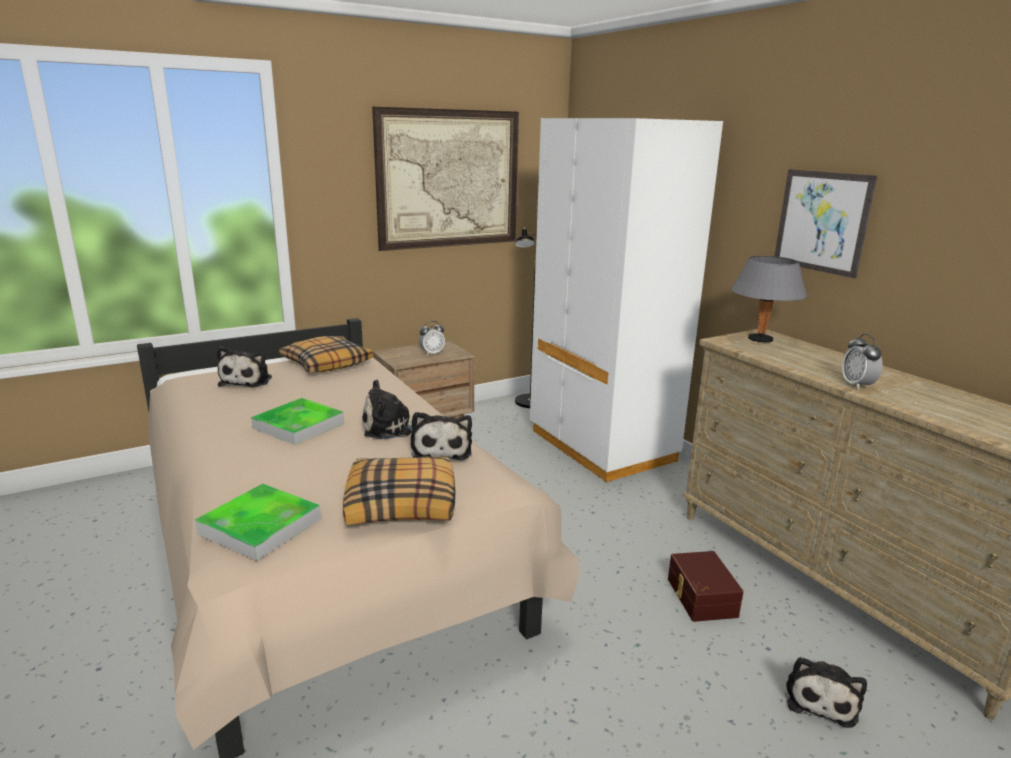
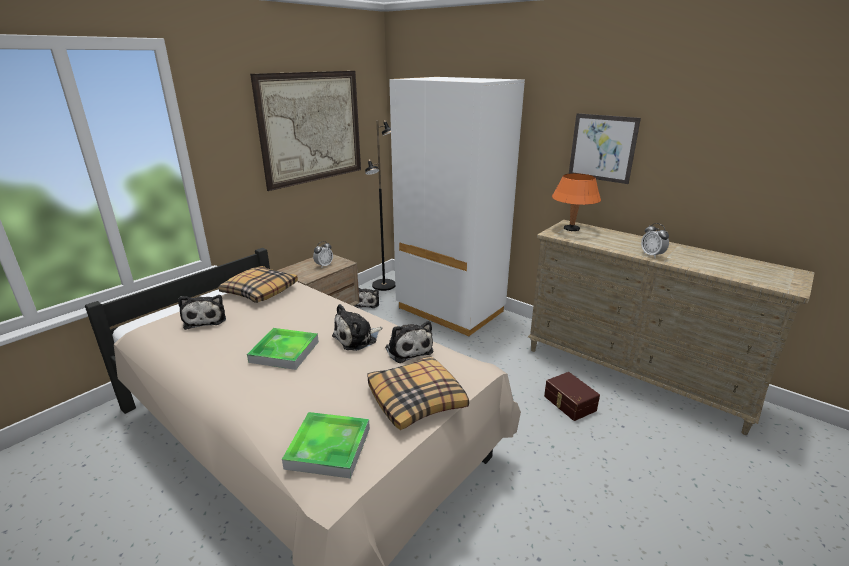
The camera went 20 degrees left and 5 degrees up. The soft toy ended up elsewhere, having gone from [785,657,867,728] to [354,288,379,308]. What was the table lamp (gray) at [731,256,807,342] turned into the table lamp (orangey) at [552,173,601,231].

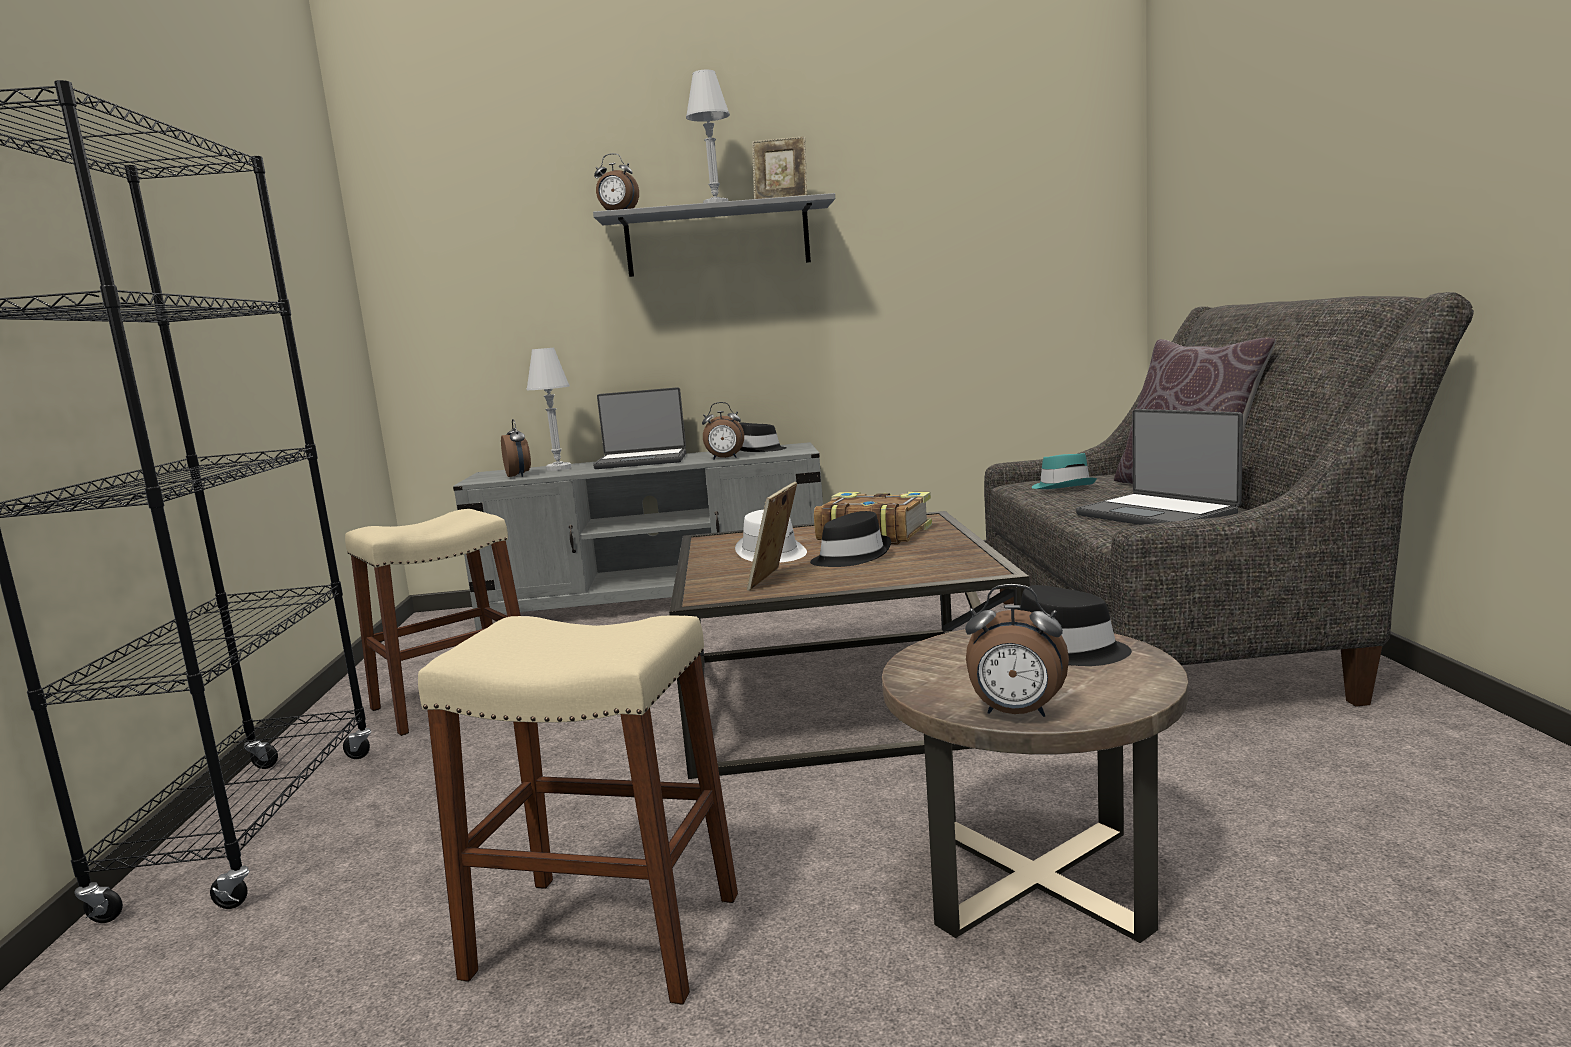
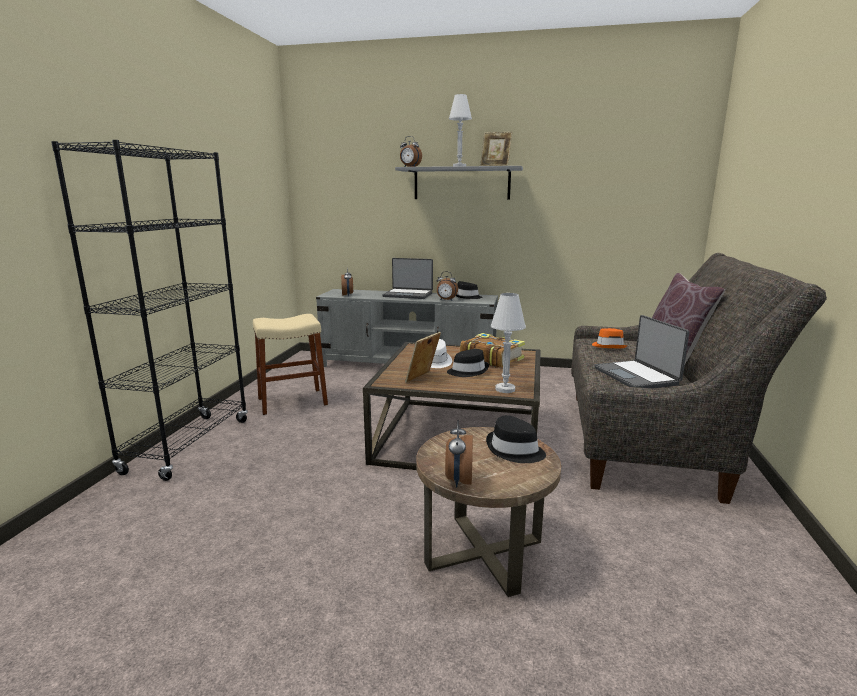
The camera went 15 degrees right and 5 degrees up. The alarm clock at [965,584,1069,717] ended up facing another way, 60 degrees clockwise from before. The table lamp (white-coloured) ended up elsewhere, having gone from [526,348,571,471] to [491,293,526,393]. What was the hat (turquoise) at [1032,453,1097,489] turned into the hat (orangey) at [592,328,628,348]. The second view lost the stool (beige-coloured) at [418,615,738,1005].

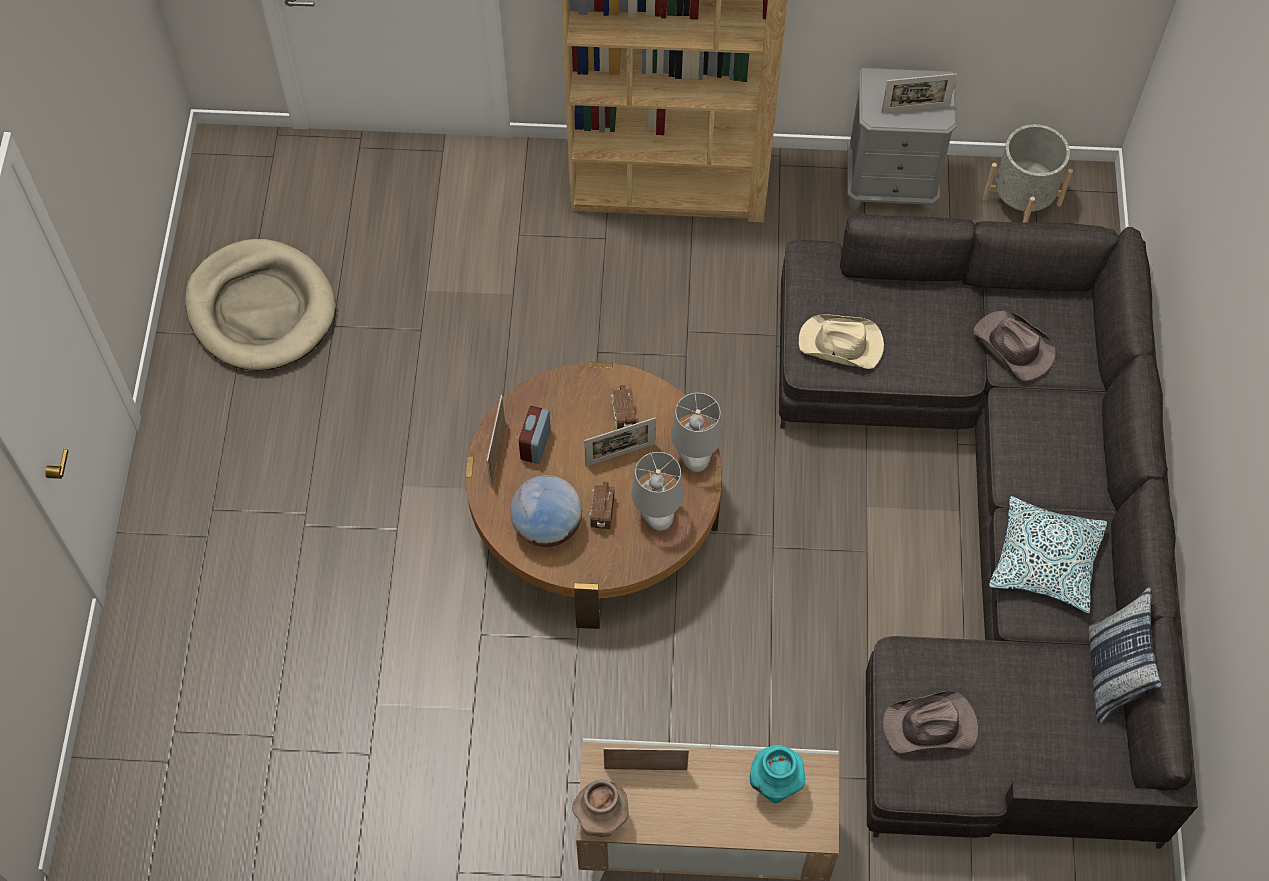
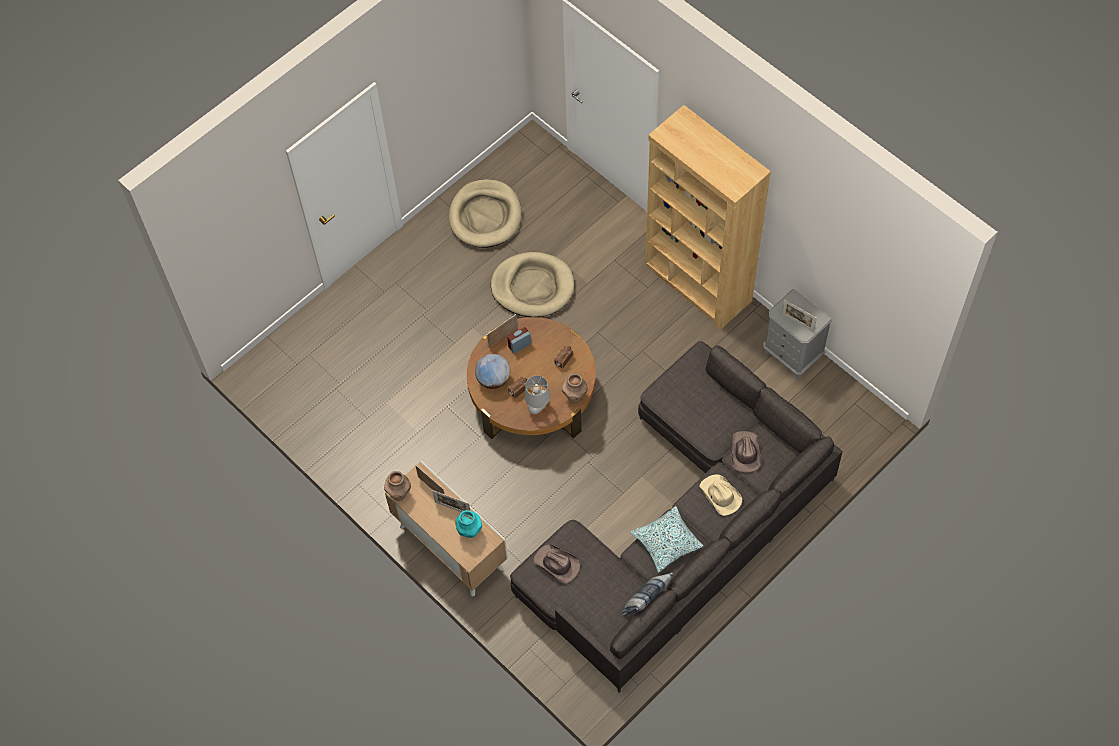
The camera went 45 degrees right and 0 degrees up. The photo frame ended up elsewhere, having gone from [584,418,656,466] to [432,490,470,512]. The second view gained the dog cushion (beige-coloured) at [491,252,574,317]. Where the table lamp (gray) stood at [671,393,722,472], the flower vase (brownish) came to stand at [562,374,588,403]. The hat (beige-coloured) ended up elsewhere, having gone from [799,314,884,369] to [699,475,742,516]. The second view lost the planter (gray) at [983,124,1073,222].

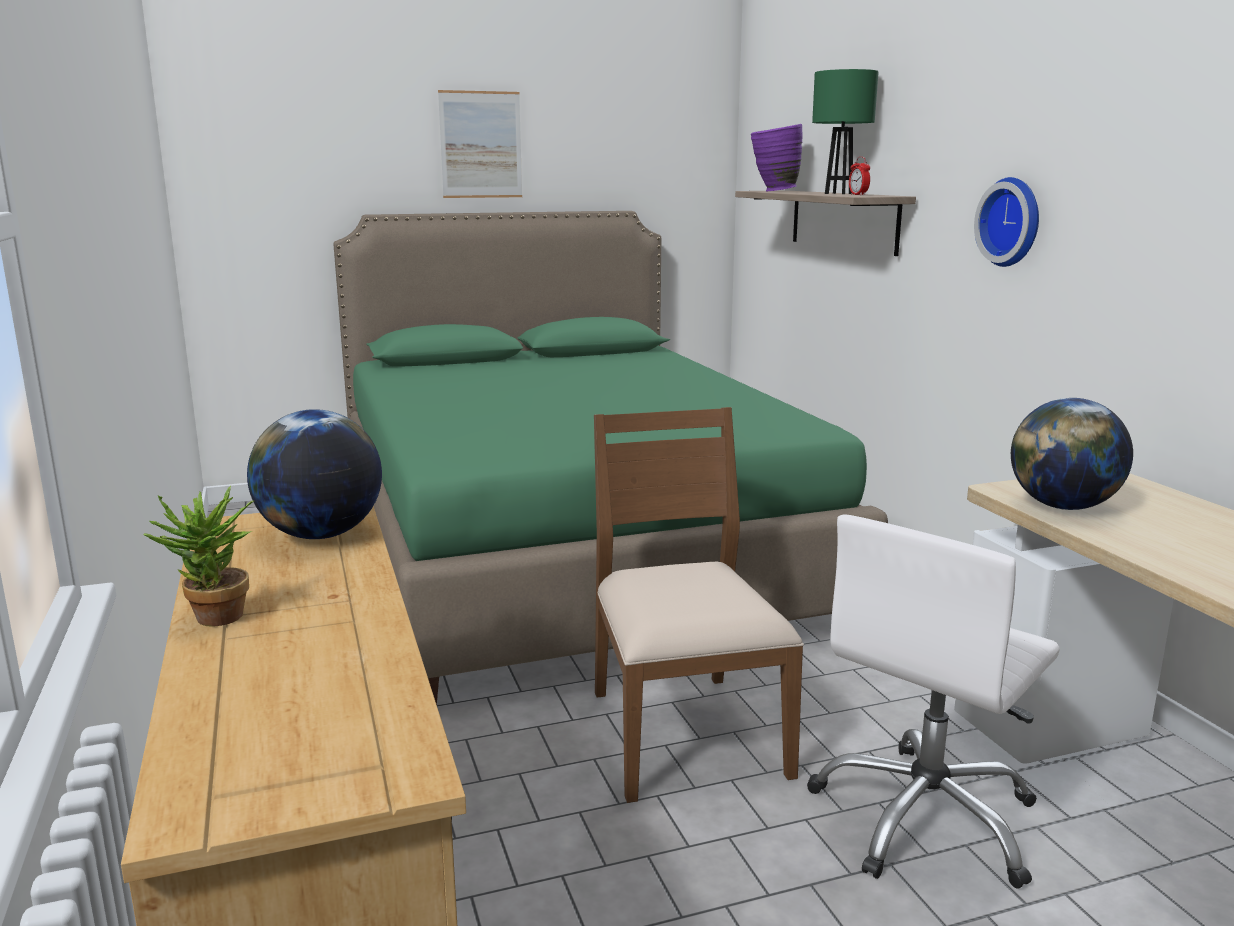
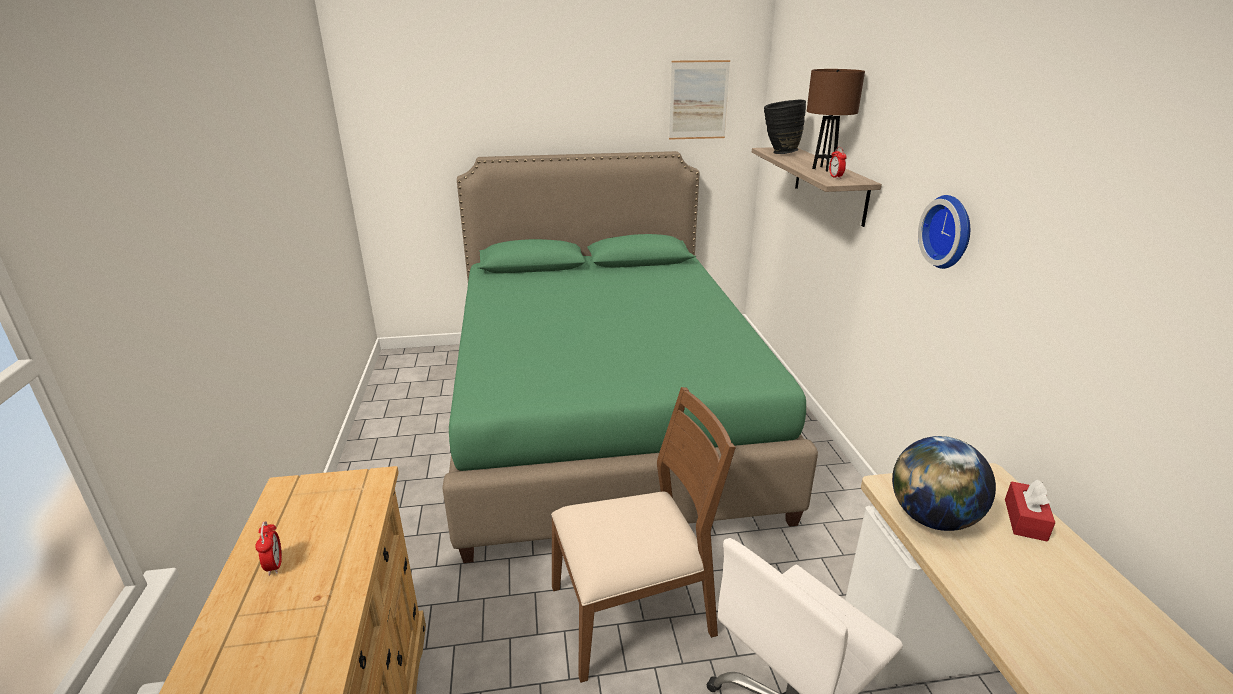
The camera went 10 degrees right and 10 degrees up. The second view gained the alarm clock at [255,521,282,576]. The plain chair (brownish) at [594,407,804,803] ended up facing another way, 75 degrees clockwise from before. The picture ended up elsewhere, having gone from [438,90,522,198] to [669,60,730,140]. What was the flower vase (purplish) at [751,124,803,191] turned into the flower vase (black-coloured) at [764,99,806,154]. What was the table lamp (green-coloured) at [812,69,879,194] turned into the table lamp (brownish) at [807,69,865,171]. The second view gained the tissue box (reddish) at [1005,479,1055,542]. The second view lost the houseplant at [143,486,254,627]. The second view lost the world globe at [247,409,382,539].

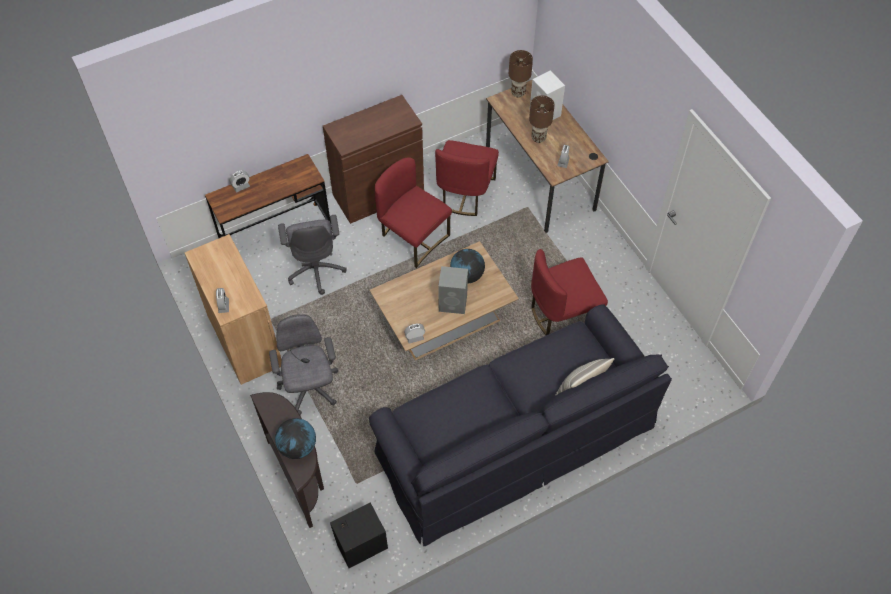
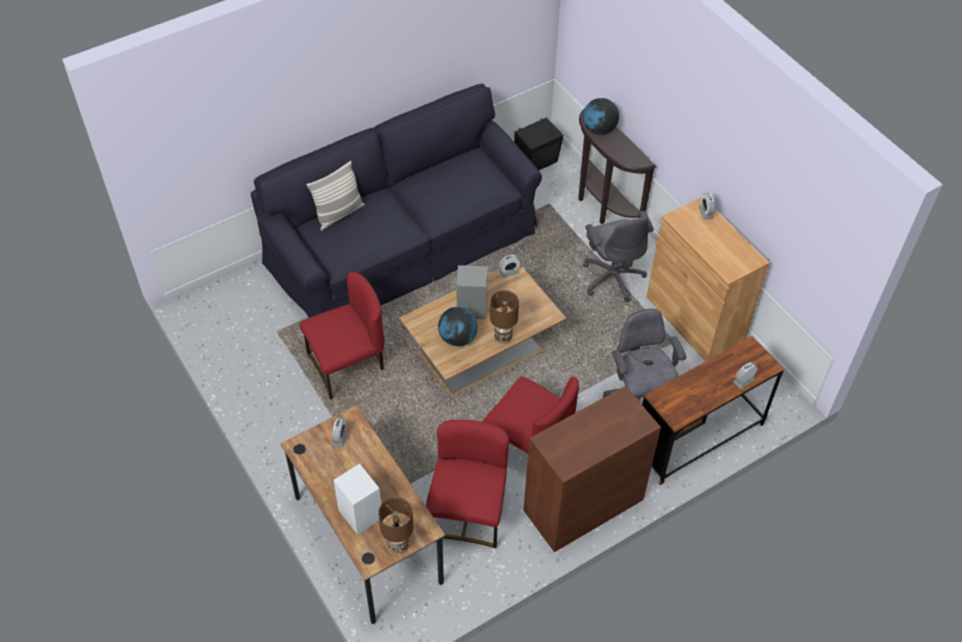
The camera went 175 degrees right and 5 degrees down. The table lamp (brownish) ended up elsewhere, having gone from [529,95,555,143] to [490,290,519,344].

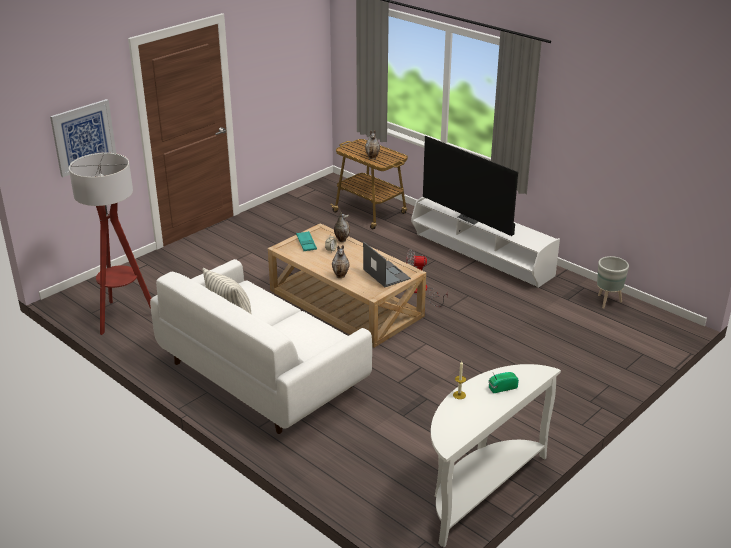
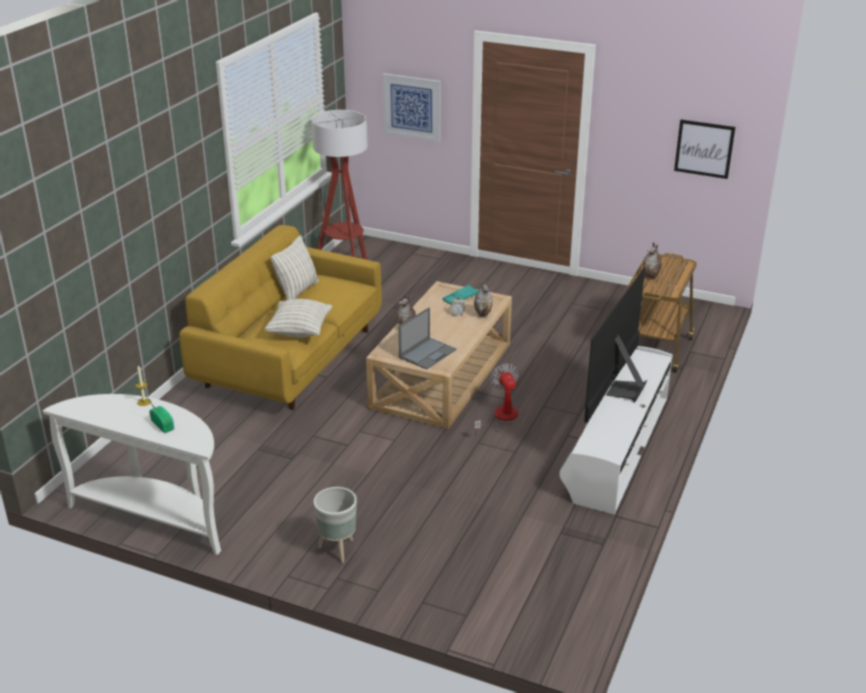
The camera went 70 degrees right and 0 degrees up. What was the sofa (white-coloured) at [150,259,372,434] turned into the sofa (yellow-coloured) at [179,225,382,410]. The second view gained the pillow at [264,299,332,337]. The planter (gray) ended up elsewhere, having gone from [597,256,629,308] to [313,487,357,563]. The second view gained the picture at [674,120,735,179].

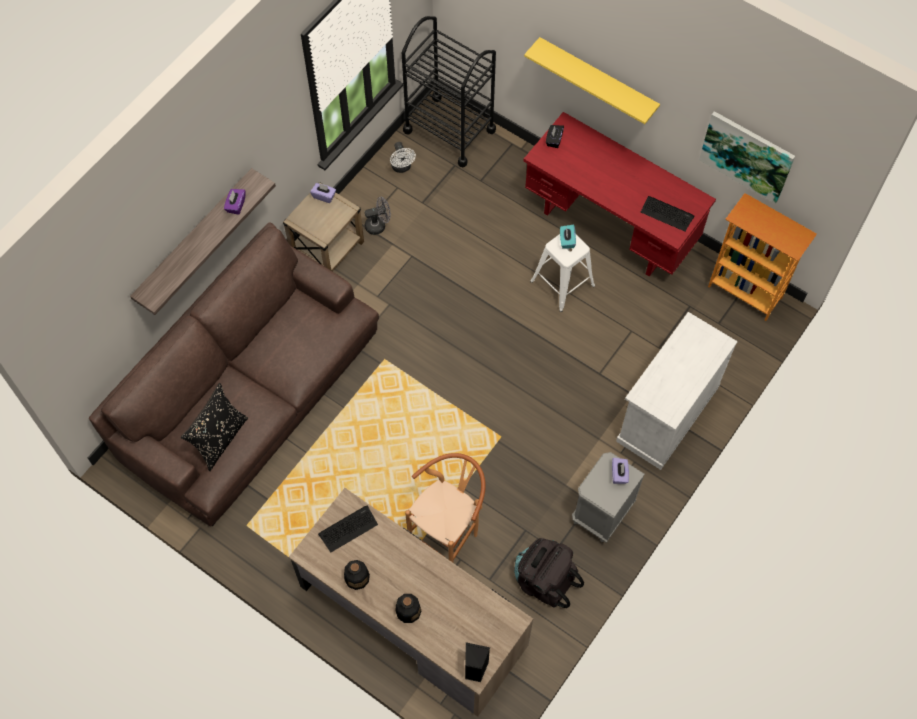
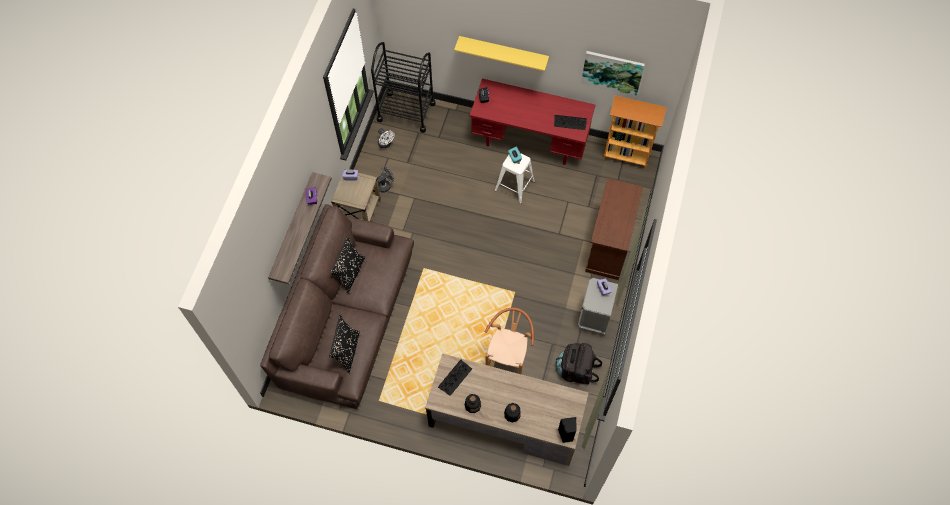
The camera went 20 degrees left and 0 degrees up. The second view gained the pillow (black-coloured) at [330,236,365,293]. What was the cupboard (white-coloured) at [616,312,738,470] turned into the cupboard (brownish) at [585,178,643,280].

